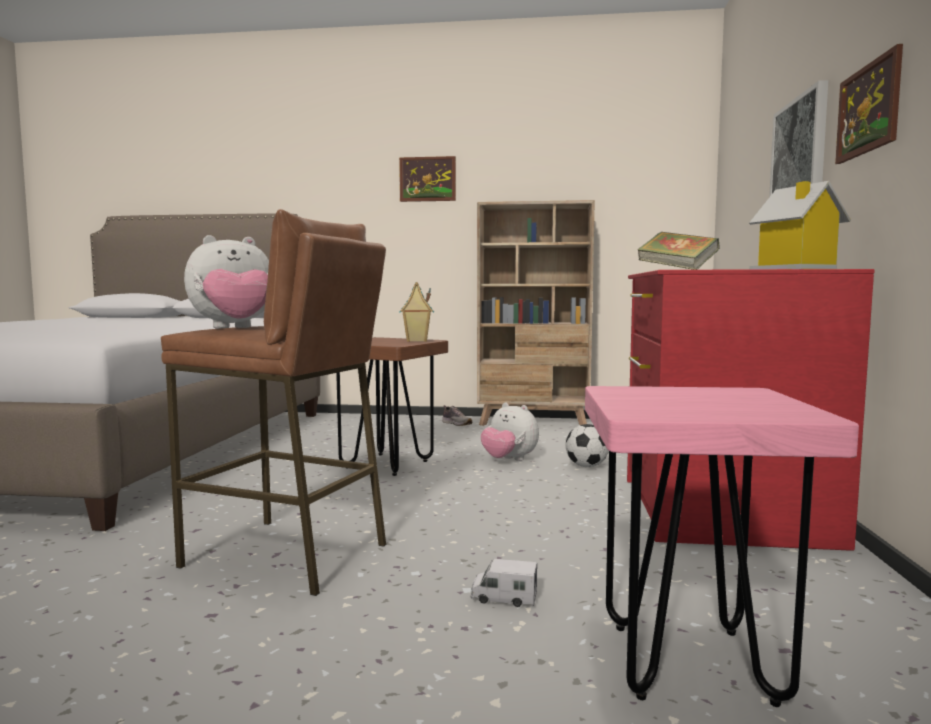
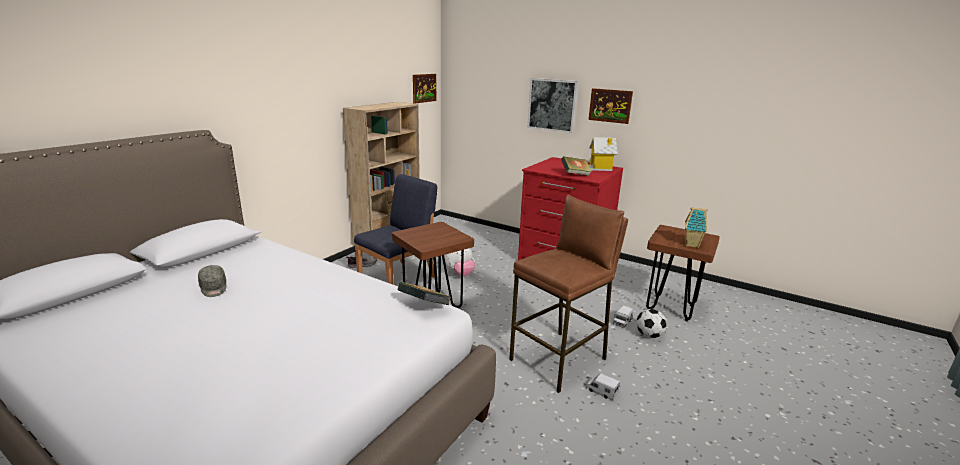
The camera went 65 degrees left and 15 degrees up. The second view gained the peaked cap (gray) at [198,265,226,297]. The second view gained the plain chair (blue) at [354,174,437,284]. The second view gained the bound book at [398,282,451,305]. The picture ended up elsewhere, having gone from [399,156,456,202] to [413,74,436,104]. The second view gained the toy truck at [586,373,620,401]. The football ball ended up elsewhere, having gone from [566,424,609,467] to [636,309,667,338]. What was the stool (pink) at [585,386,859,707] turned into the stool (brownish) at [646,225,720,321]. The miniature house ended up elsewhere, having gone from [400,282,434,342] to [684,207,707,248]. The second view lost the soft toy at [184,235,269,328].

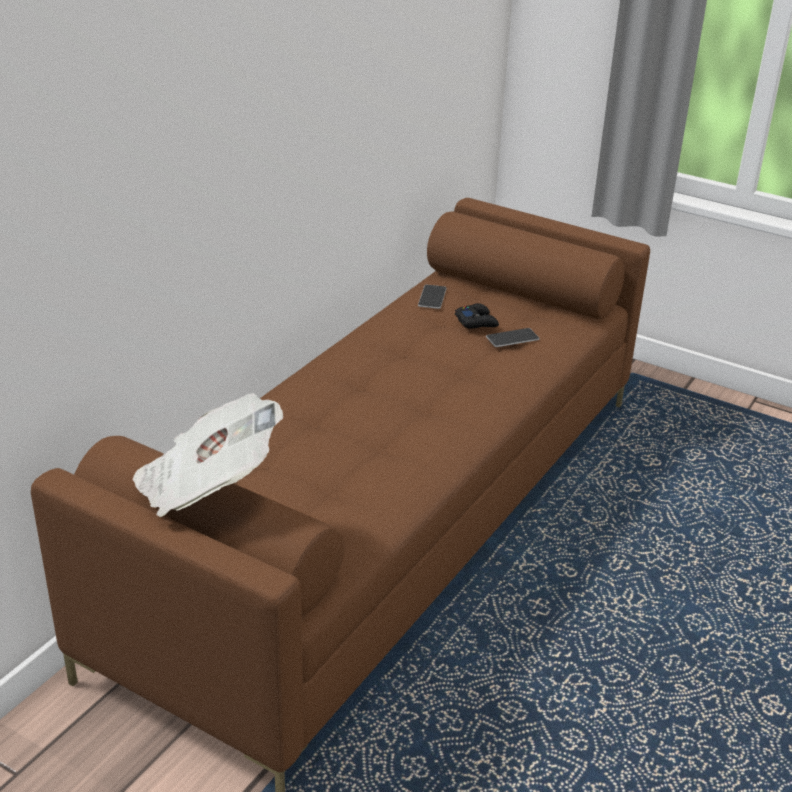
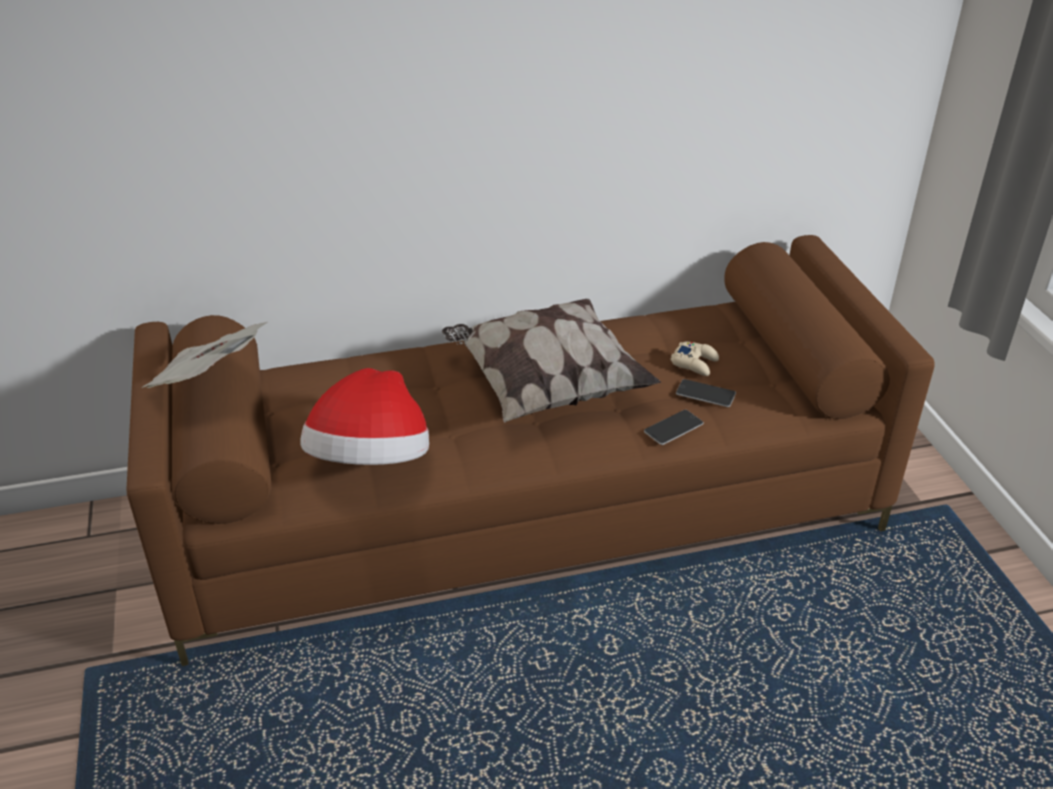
The camera went 45 degrees right and 5 degrees up. The second view gained the hat at [300,368,429,465]. The second view gained the pillow at [442,299,661,423]. The handset ended up elsewhere, having gone from [418,285,447,309] to [644,410,704,445]. What was the joypad (black-coloured) at [455,303,499,329] turned into the joypad (beige-coloured) at [670,342,719,376].

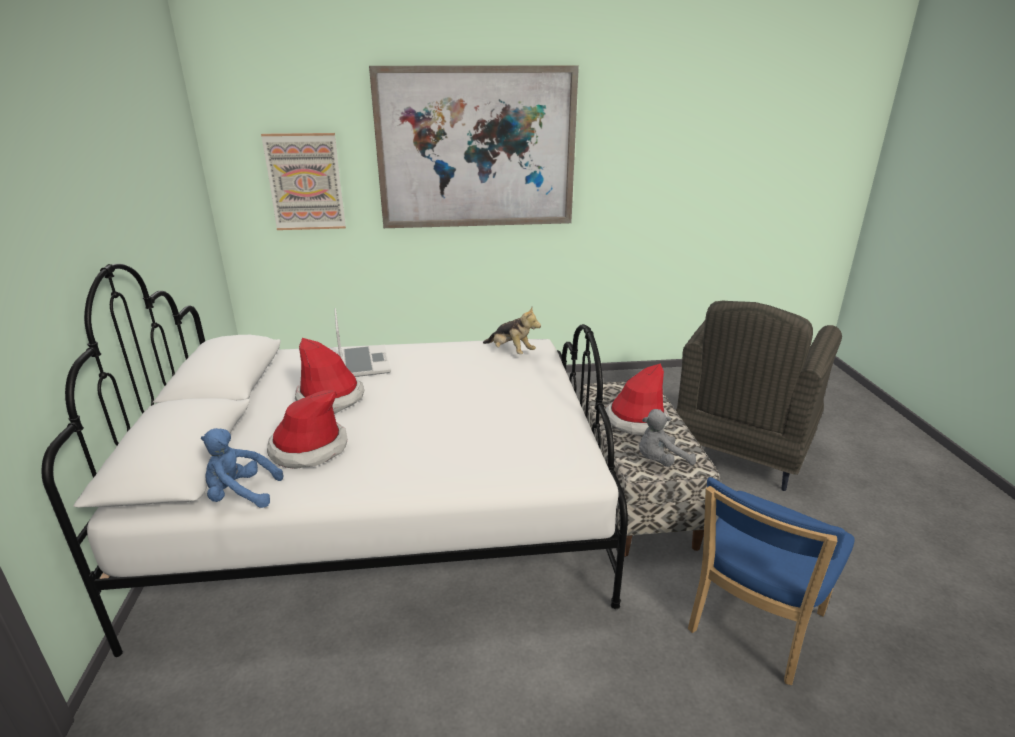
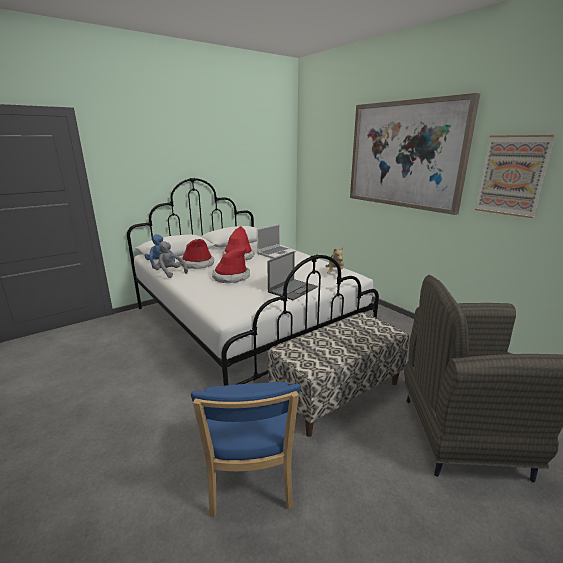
The camera went 60 degrees right and 5 degrees down. The soft toy (gray) ended up elsewhere, having gone from [639,409,696,467] to [153,241,188,278]. The plain chair (blue) at [688,477,855,685] ended up facing another way, 105 degrees counterclockwise from before. The hat ended up elsewhere, having gone from [606,363,670,436] to [212,247,250,283]. The second view gained the portable computer at [267,251,318,300]. The picture ended up elsewhere, having gone from [261,133,346,230] to [475,135,555,218].

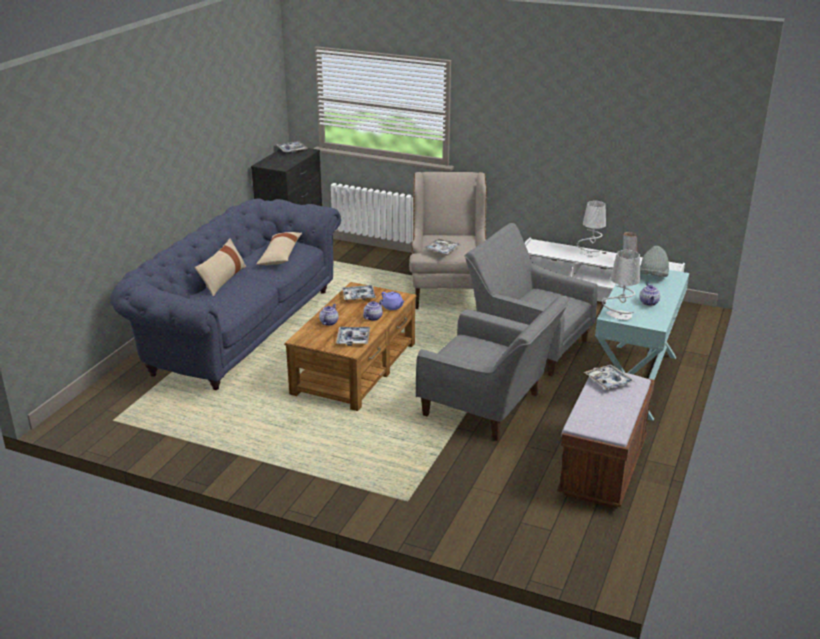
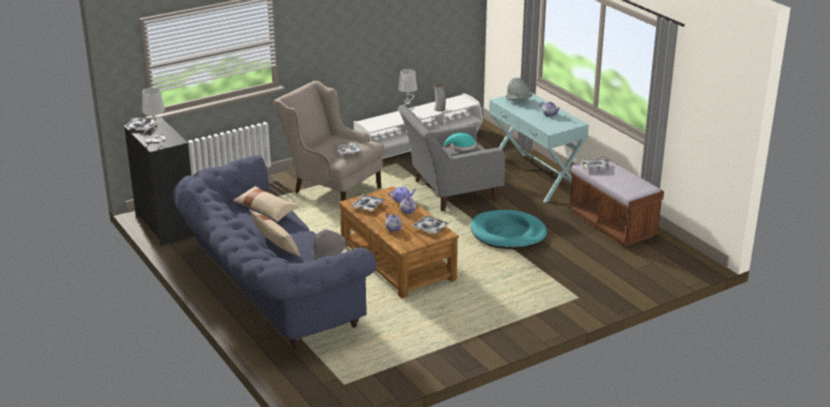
The camera went 55 degrees left and 0 degrees up. The table lamp (gray) ended up elsewhere, having gone from [602,250,640,320] to [142,88,166,142]. The second view gained the hat (gray) at [312,229,346,259]. The second view gained the hat (turquoise) at [442,133,476,151]. Where the easy chair (gray) stood at [416,296,570,441], the dog cushion (turquoise) came to stand at [471,210,547,249].

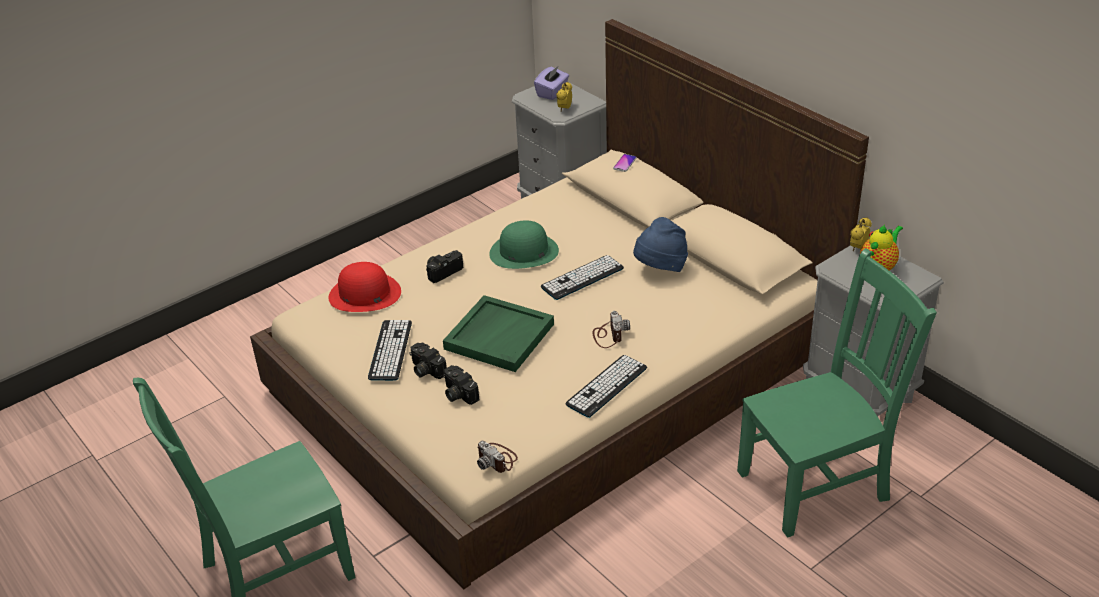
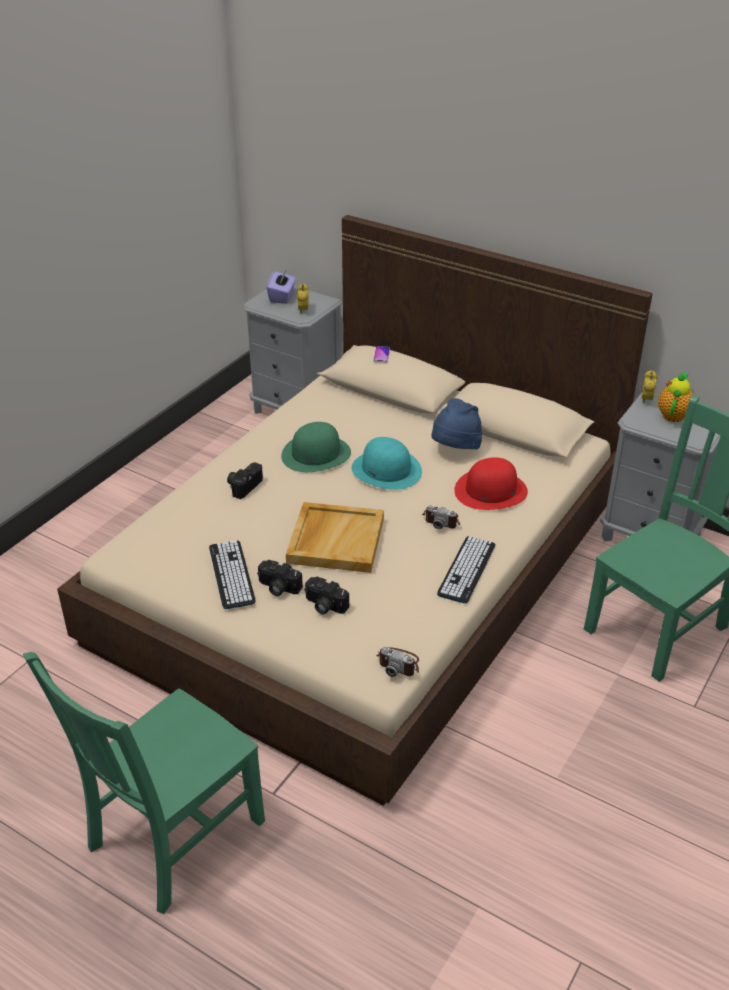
The camera went 20 degrees left and 0 degrees up. What was the serving tray (green-coloured) at [443,295,554,372] turned into the serving tray (beige-coloured) at [286,502,384,573]. Where the PC keyboard stood at [541,255,624,300], the hat (turquoise) came to stand at [352,437,422,490]. The photo camera at [593,311,630,348] ended up facing another way, 135 degrees clockwise from before. The hat (reddish) ended up elsewhere, having gone from [328,262,401,312] to [454,457,528,510].

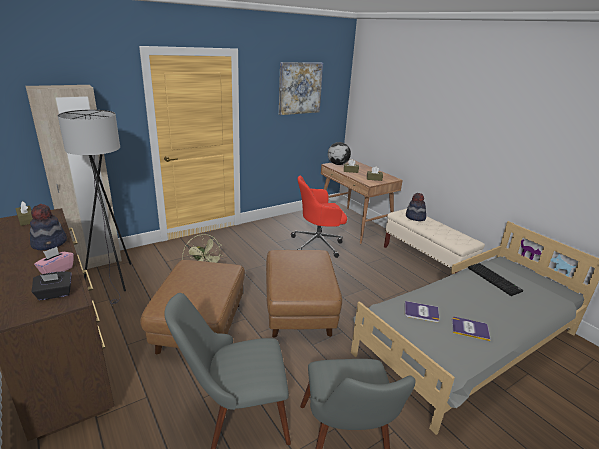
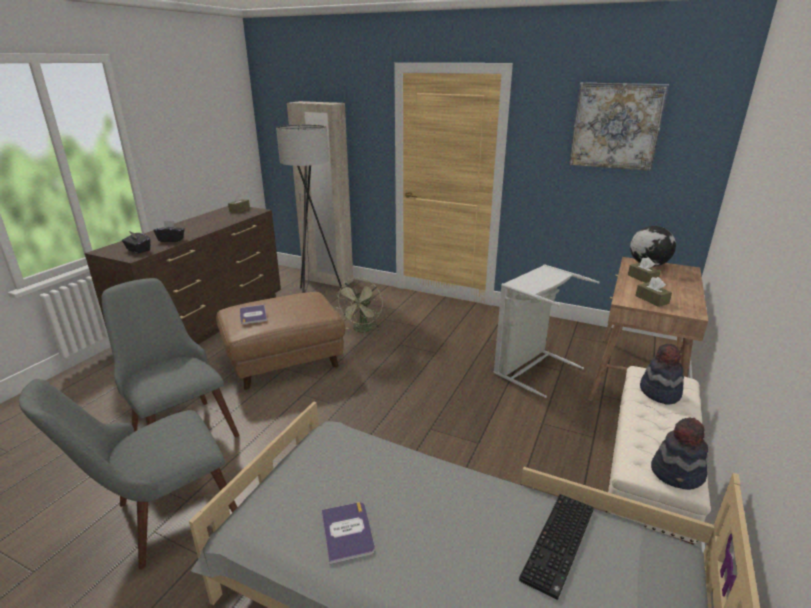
The camera went 60 degrees right and 0 degrees up. What was the tissue box (pink) at [34,247,74,274] turned into the tissue box (black-coloured) at [153,221,185,242]. The bound book ended up elsewhere, having gone from [405,301,440,322] to [240,305,267,324]. Where the office chair (reddish) stood at [291,176,347,258], the laundry basket (gray) came to stand at [494,264,600,398]. The hat ended up elsewhere, having gone from [30,204,67,250] to [651,417,708,490]. The second view lost the pouffe (brownish) at [266,250,342,338].

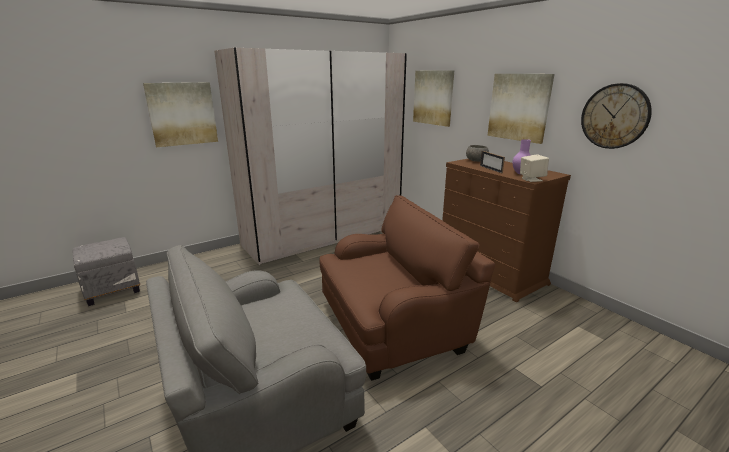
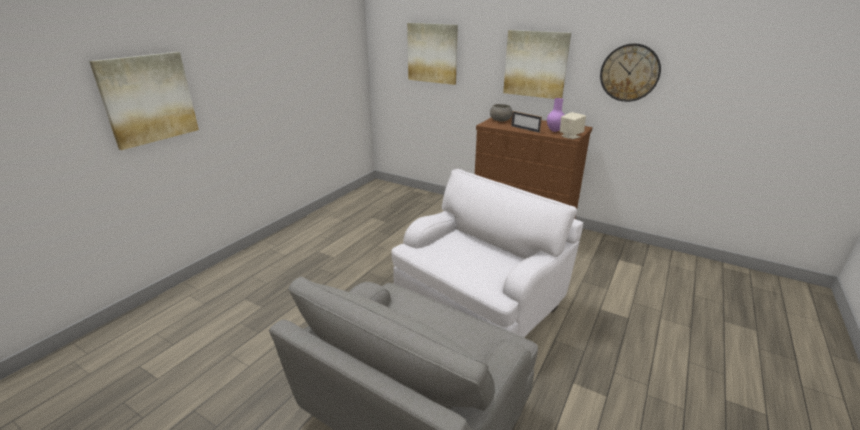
The camera went 25 degrees left and 5 degrees up. What was the easy chair (brownish) at [319,195,495,381] turned into the easy chair (white-coloured) at [391,169,583,338]. The second view lost the pouffe (gray) at [73,237,140,306]. The second view lost the clothes cupboard (beige-coloured) at [214,47,407,265].

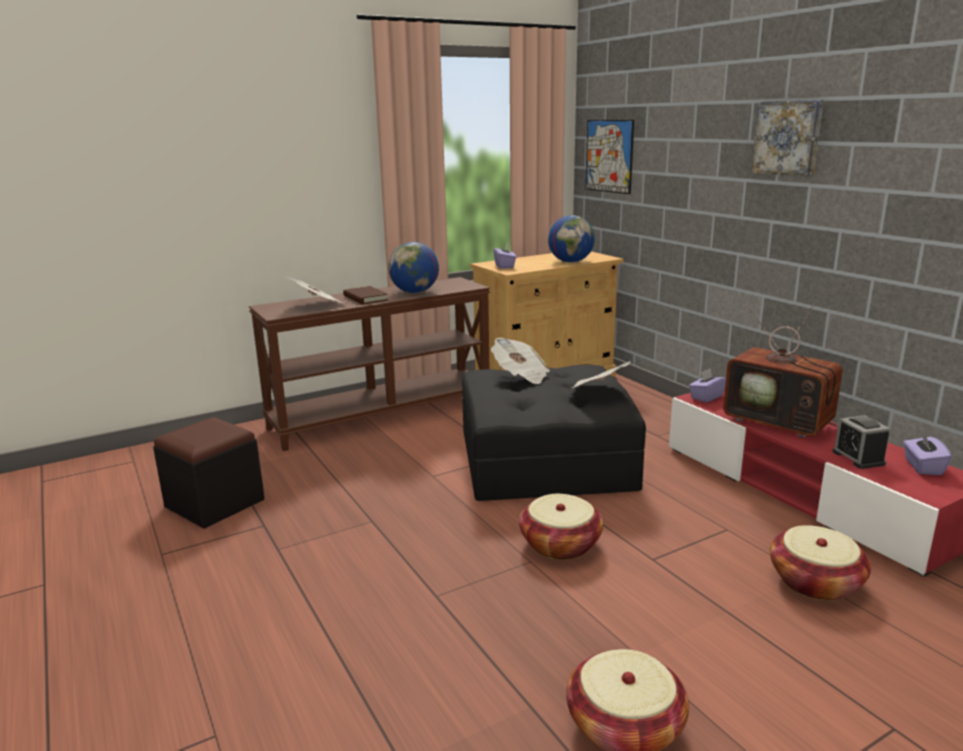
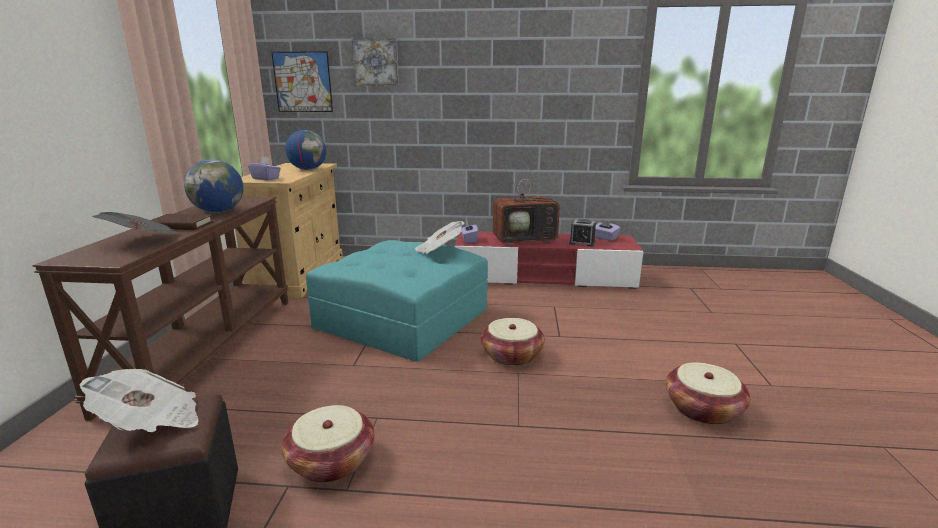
The camera went 55 degrees left and 0 degrees up. The newspaper ended up elsewhere, having gone from [491,338,550,384] to [80,369,198,432]. The basket ended up elsewhere, having gone from [770,525,871,601] to [282,405,374,483]. What was the pouffe (black-coloured) at [462,365,646,501] turned into the pouffe (turquoise) at [306,240,488,362]. The picture ended up elsewhere, having gone from [751,100,824,176] to [352,37,399,86].

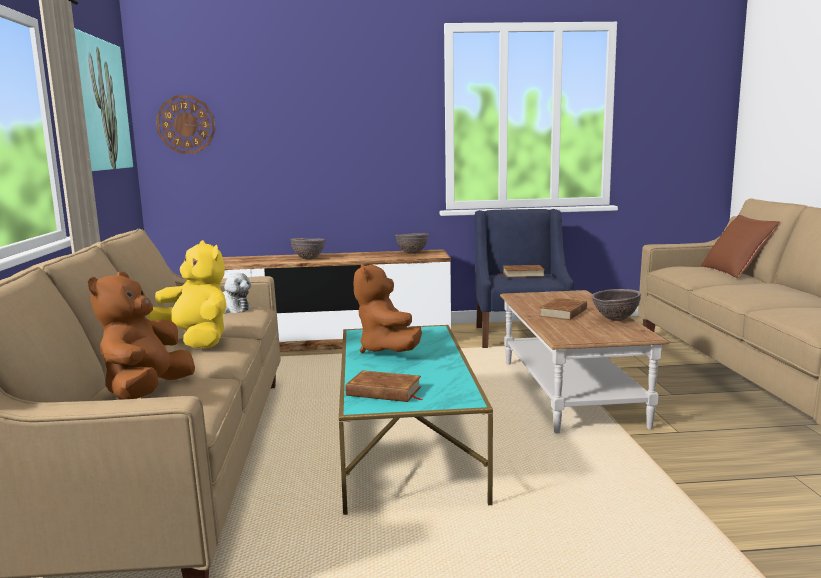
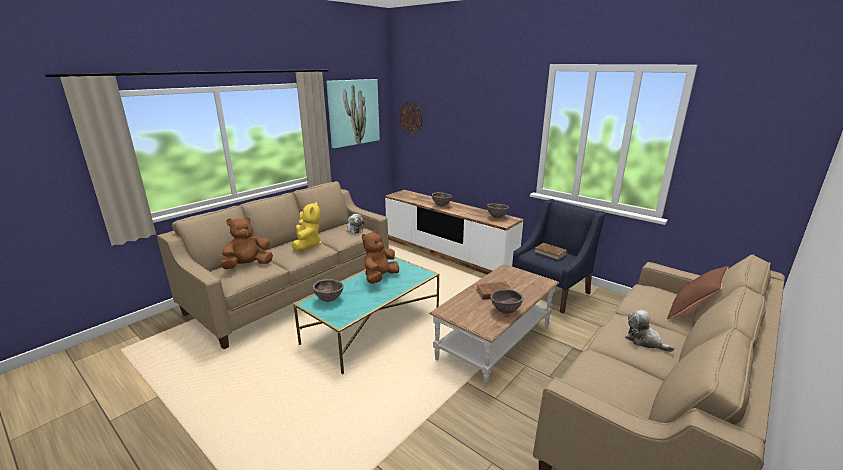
The camera went 45 degrees right and 10 degrees up. Where the bound book (brownish) stood at [346,370,423,402], the bowl (brownish) came to stand at [313,279,344,302]. The second view gained the soft toy at [625,310,675,352].

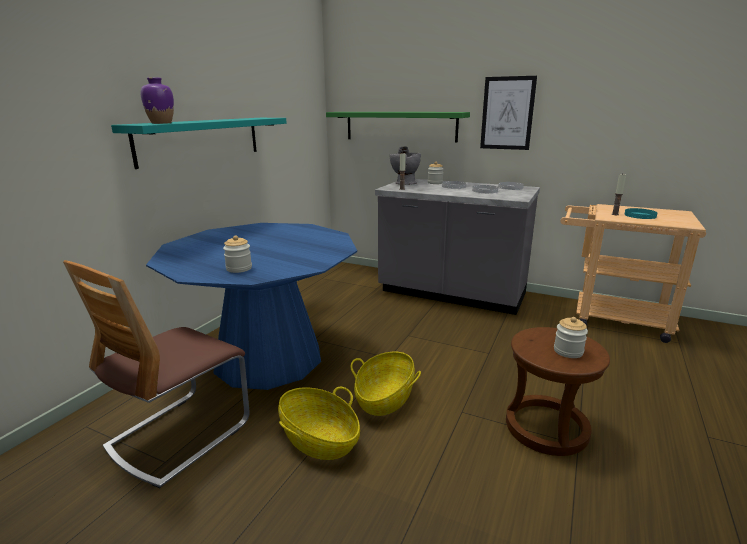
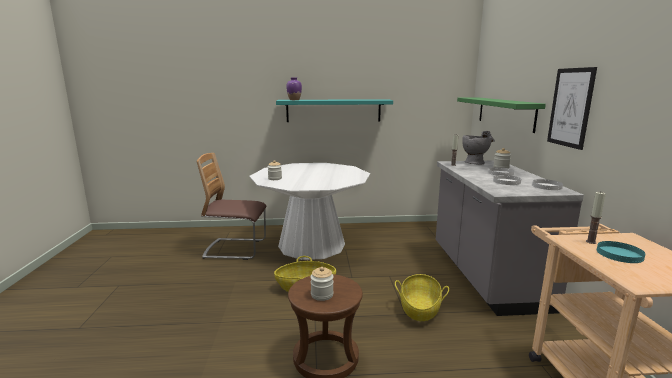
The camera went 60 degrees right and 5 degrees down. What was the dinner table (blue) at [146,223,357,390] turned into the dinner table (white-coloured) at [249,163,370,260]. The basket ended up elsewhere, having gone from [278,387,360,460] to [395,274,449,321].

